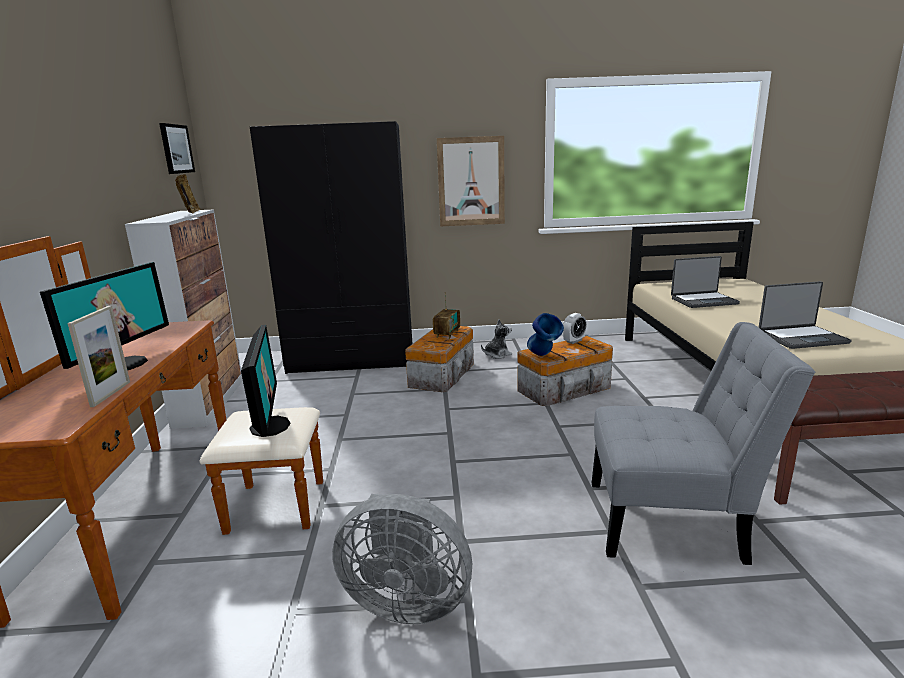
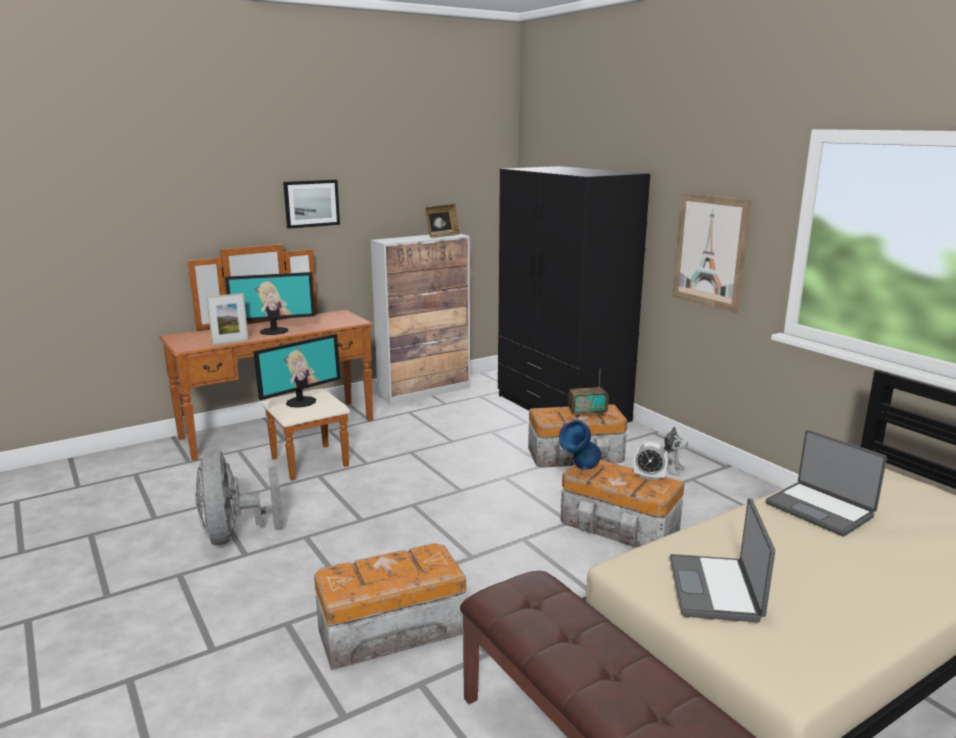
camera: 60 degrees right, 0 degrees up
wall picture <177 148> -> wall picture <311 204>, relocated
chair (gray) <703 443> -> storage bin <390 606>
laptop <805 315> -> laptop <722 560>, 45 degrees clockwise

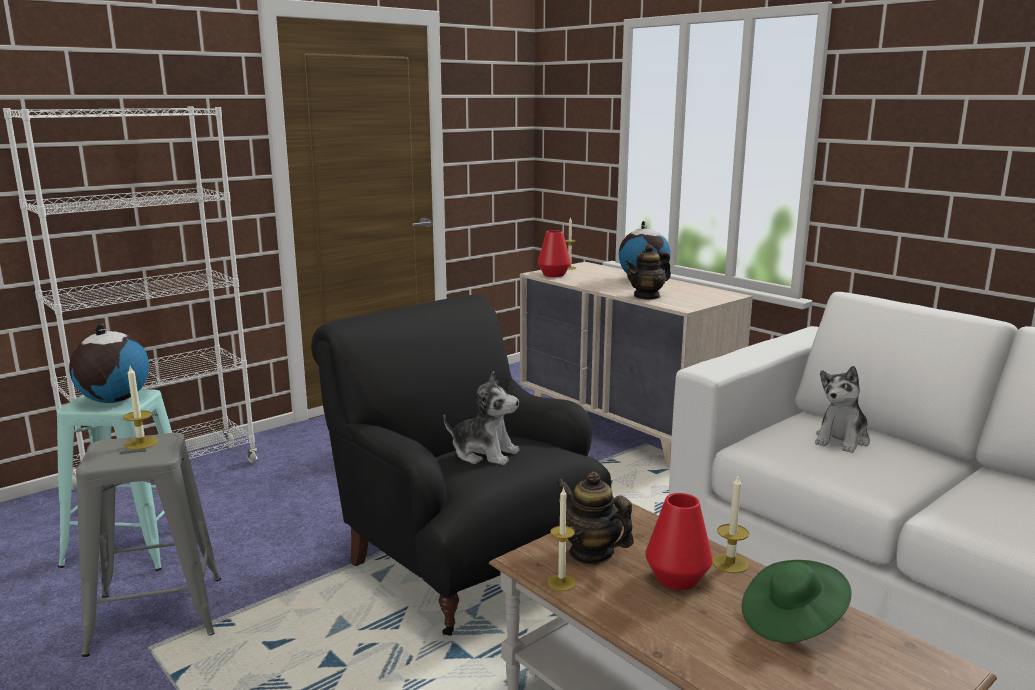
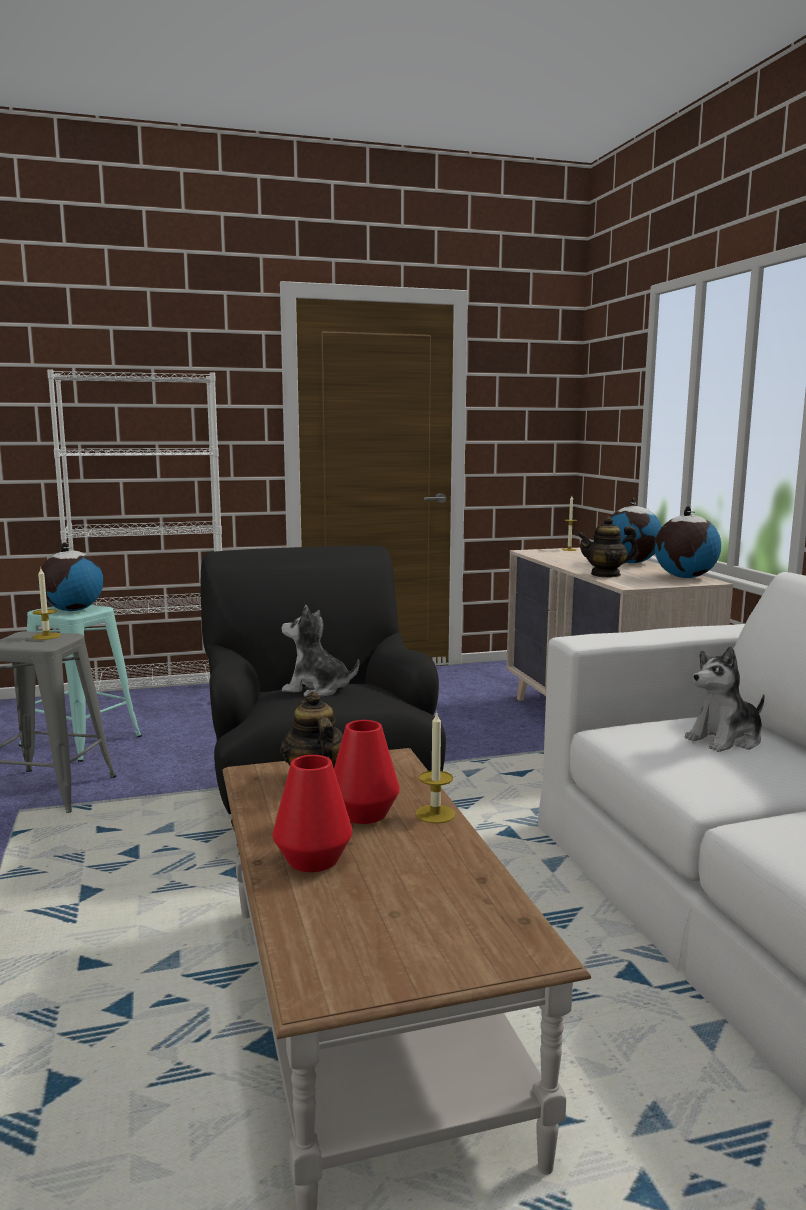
camera: 25 degrees right, 5 degrees down
wax light <562 539> -> none
clothing hat (greenish) <797 601> -> none
none -> world globe <687 542>
vase (reddish) <554 253> -> vase (reddish) <312 813>, relocated
plush toy <482 418> -> plush toy <320 651>, 150 degrees clockwise

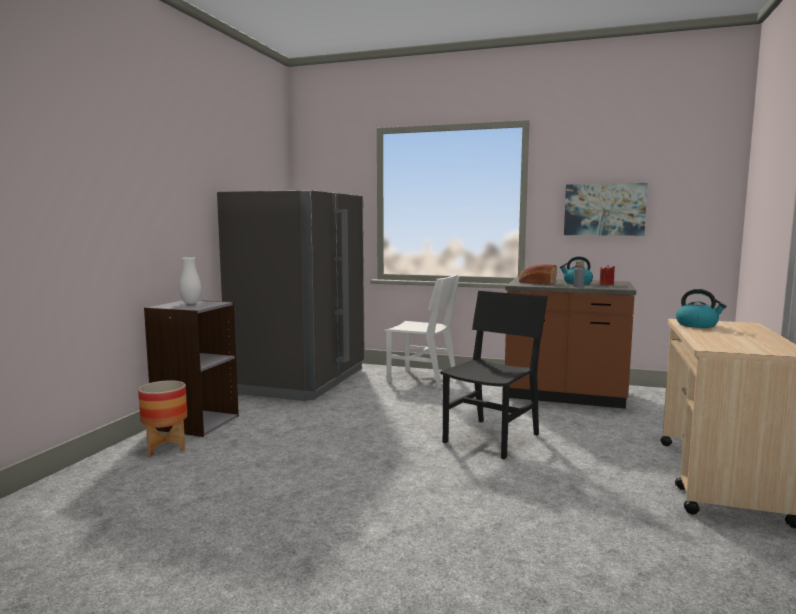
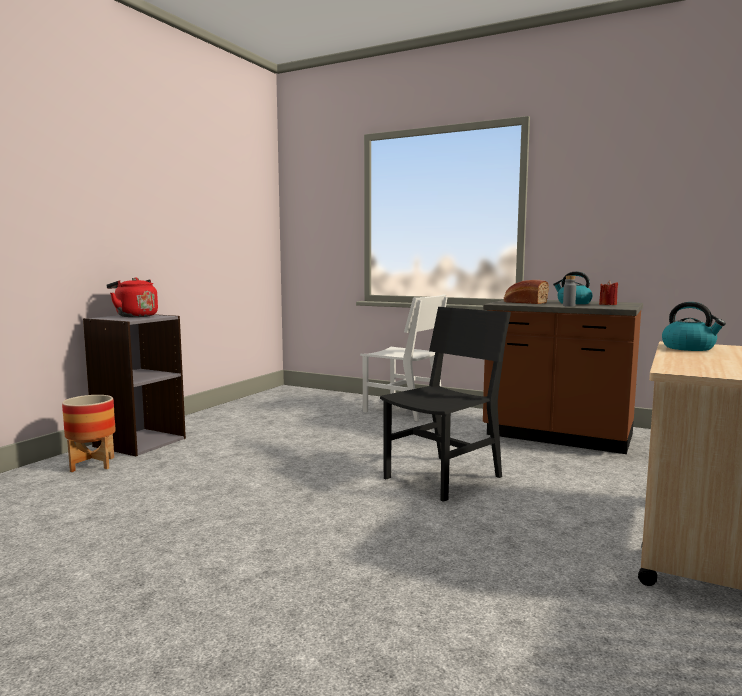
camera: 10 degrees right, 0 degrees up
fridge (gray) <291 295> -> none
wall picture <606 209> -> none
vase (white-coloured) <190 280> -> water kettle (reddish) <132 297>

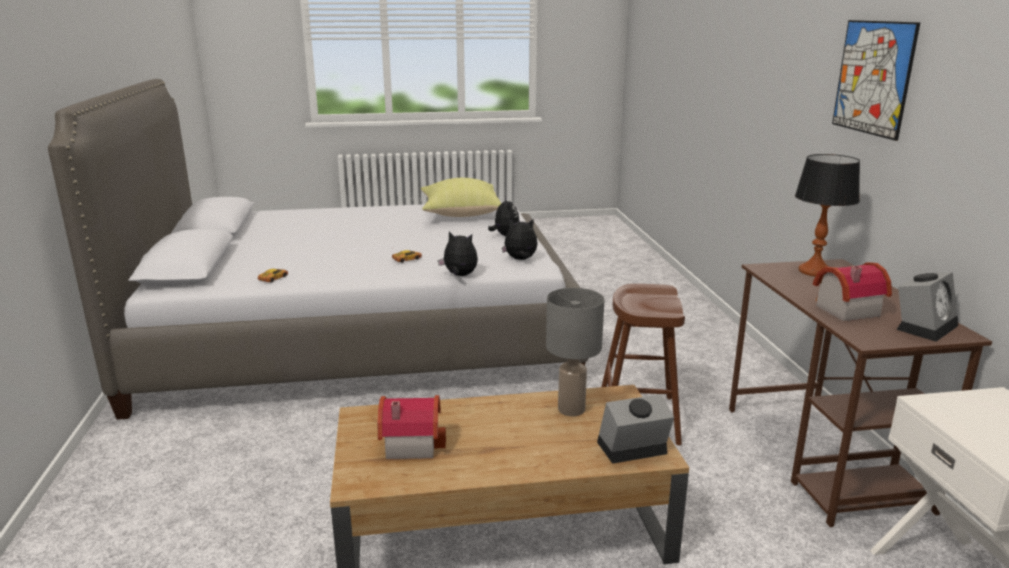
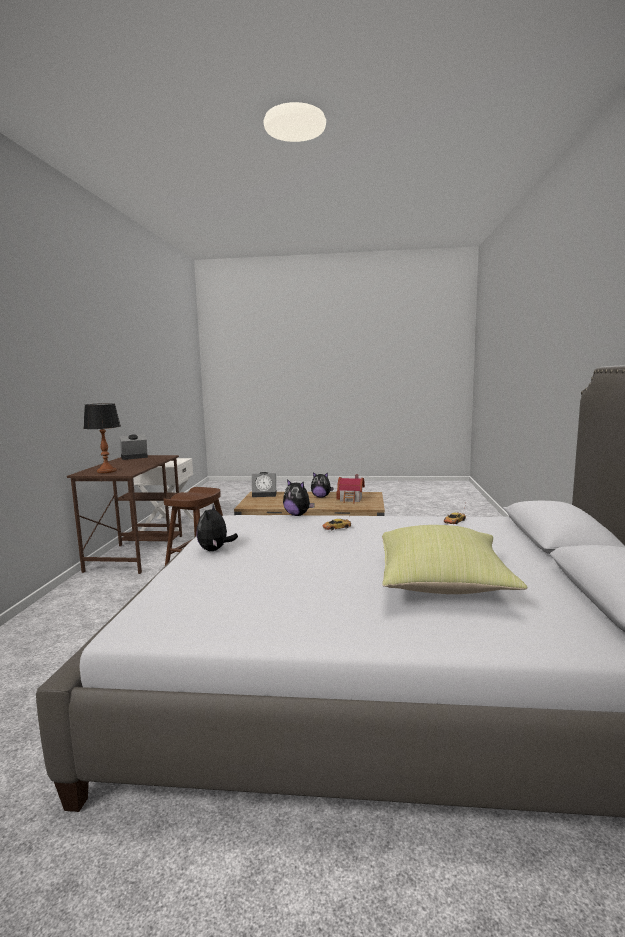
camera: 165 degrees left, 10 degrees down
table lamp (gray) <575 352> -> none
miniature house <852 292> -> none
wall picture <876 80> -> none
pillow (yellow) <461 197> -> pillow (yellow) <455 559>, relocated
plush toy <520 239> -> plush toy <322 484>, relocated

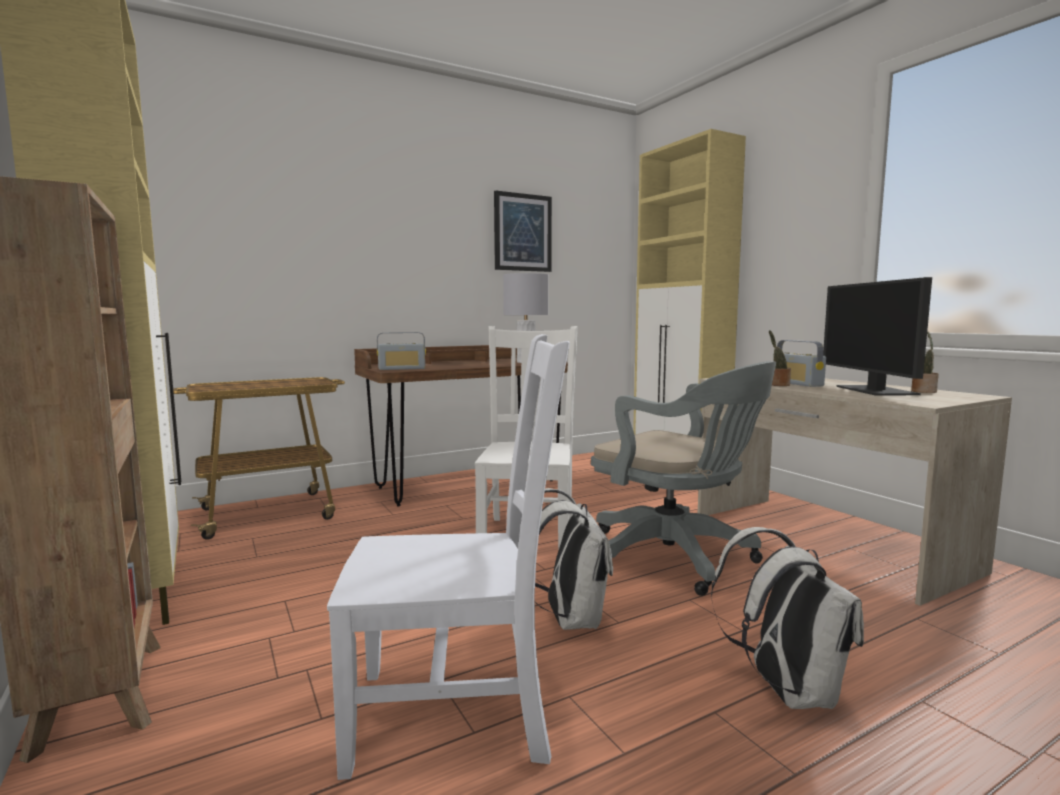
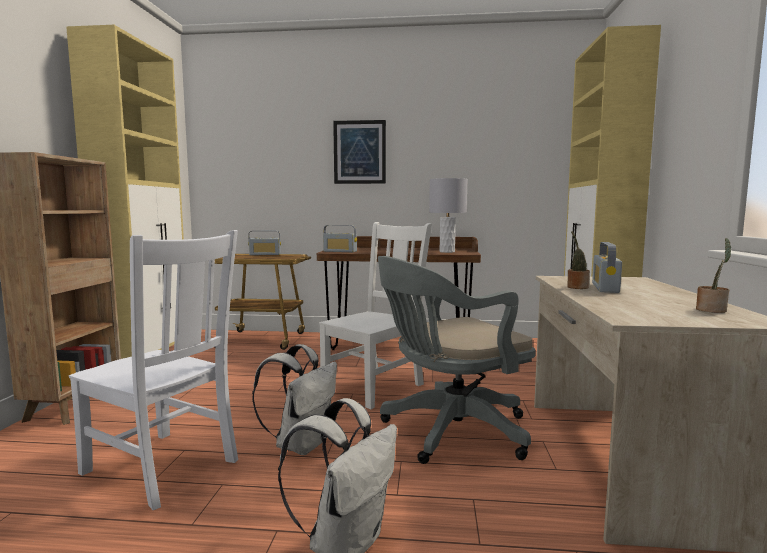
camera: 35 degrees right, 0 degrees up
computer screen <877 336> -> none
none -> radio <264 243>
wall picture <523 231> -> wall picture <359 152>, relocated
desk chair (gray) <683 478> -> desk chair (gray) <456 360>, 75 degrees clockwise

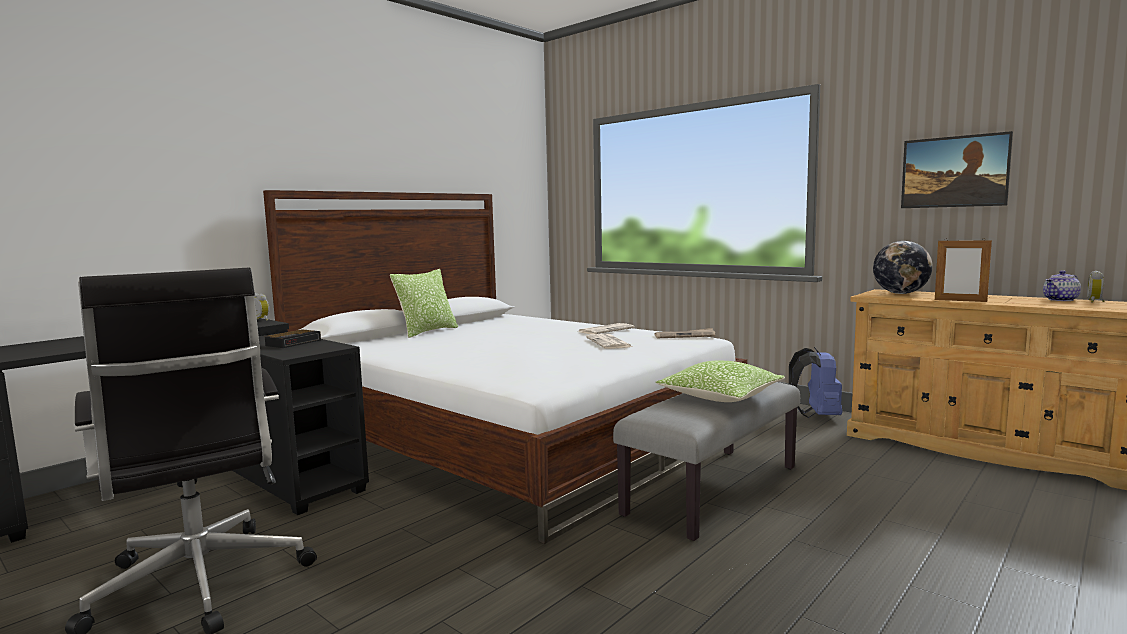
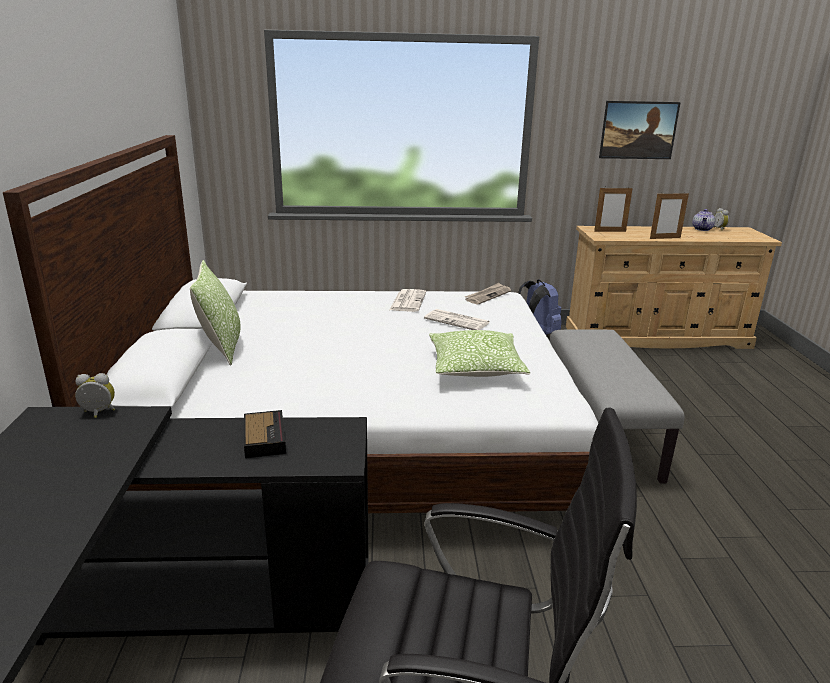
camera: 45 degrees left, 15 degrees up
pillow <720 381> -> pillow <480 353>, relocated
world globe <902 267> -> picture frame <613 209>

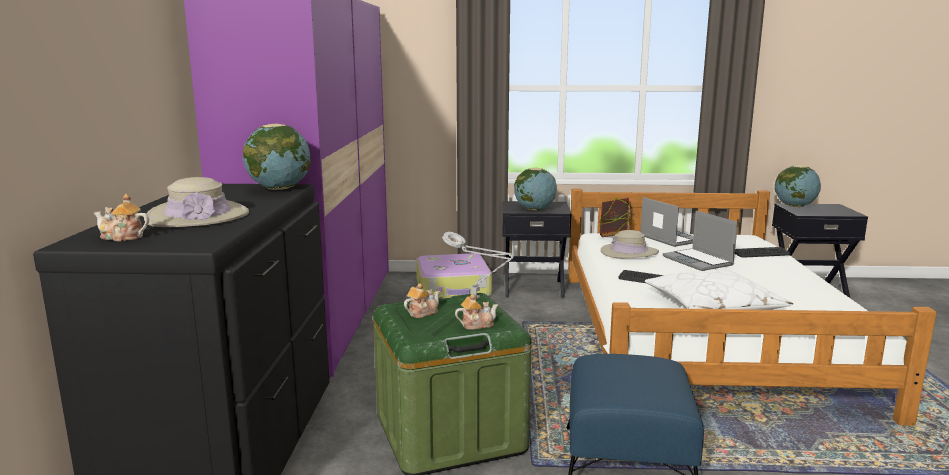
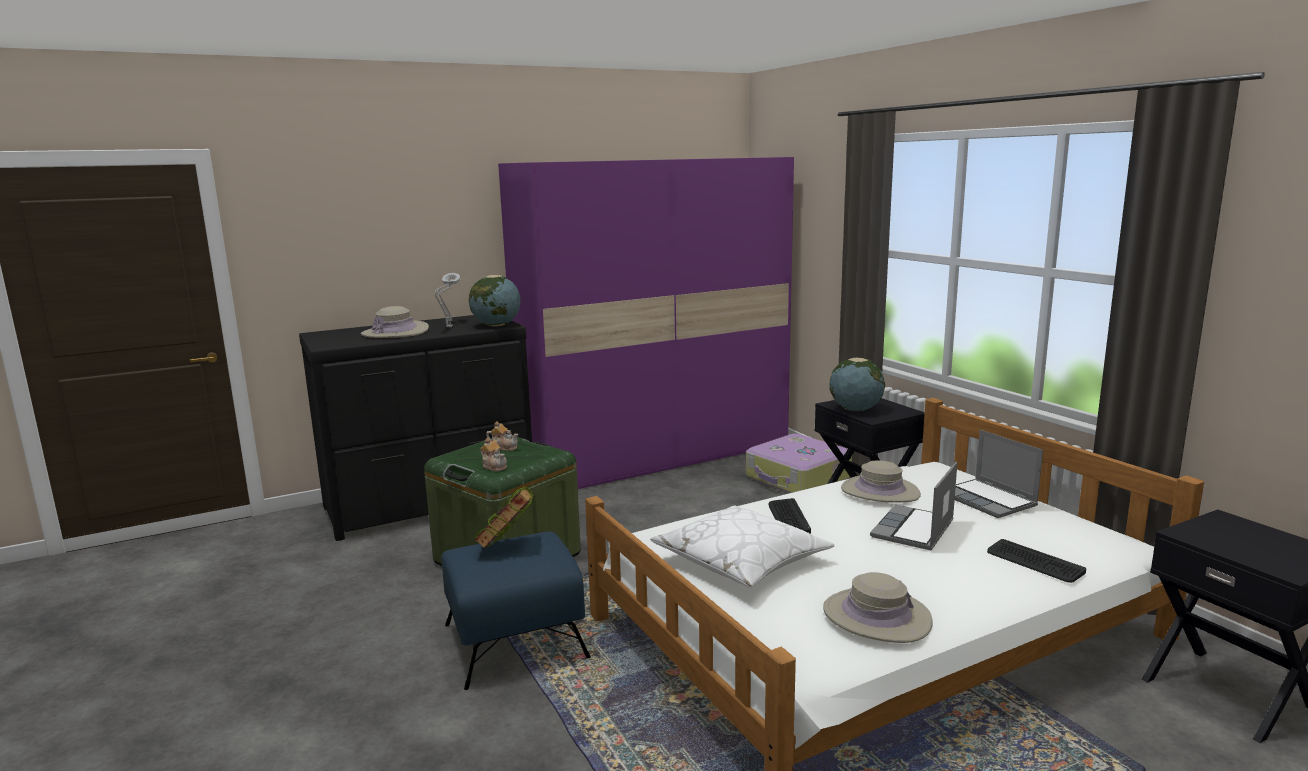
camera: 60 degrees right, 0 degrees up
tea pot <121 217> -> none
world globe <798 186> -> none
none -> clothing hat (sand-coloured) <878 607>
table lamp (gray) <478 265> -> table lamp (gray) <447 300>, relocated
volume <615 217> -> volume <504 518>, relocated
laptop <666 222> -> laptop <999 474>, 120 degrees clockwise

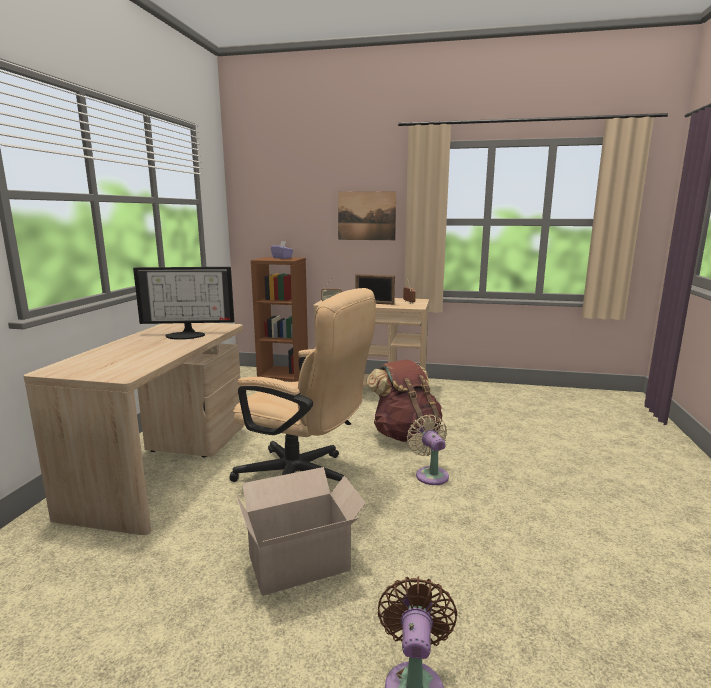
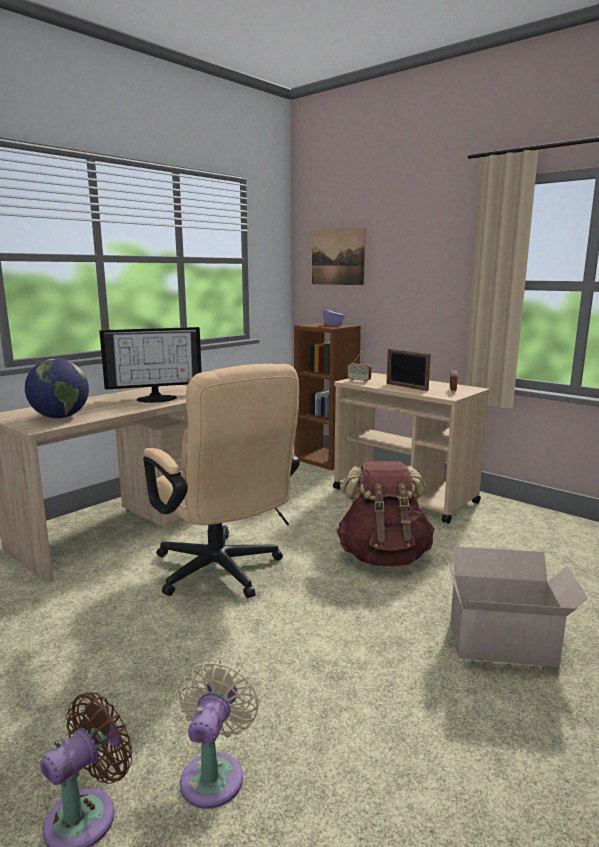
camera: 30 degrees right, 0 degrees up
none -> world globe <57 388>
packing box <301 531> -> packing box <517 606>, relocated
wall picture <367 215> -> wall picture <339 256>, relocated
electric fan (sand-coloured) <428 450> -> electric fan (sand-coloured) <218 735>, relocated
computer screen <183 303> -> computer screen <150 365>, 45 degrees counterclockwise

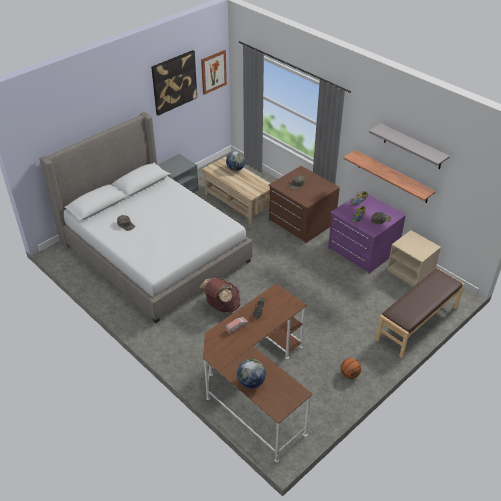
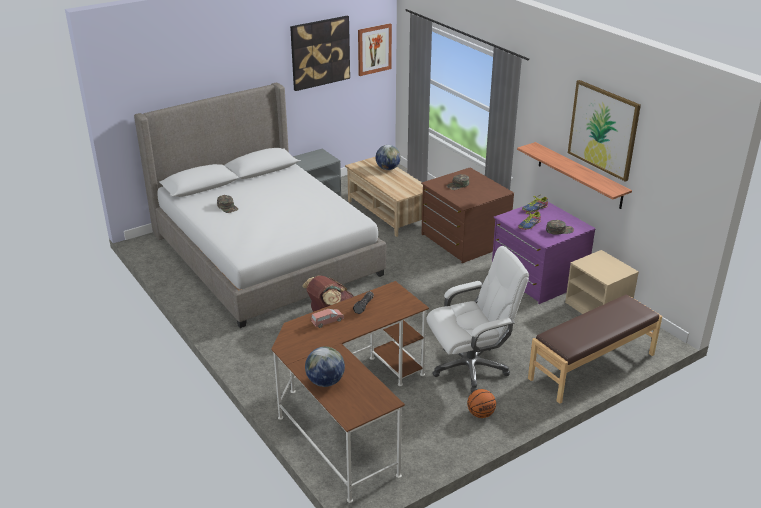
camera: 10 degrees right, 10 degrees down
none -> desk chair (white-coloured) <477 319>
bracket shelf (gray) <409 146> -> wall picture <604 131>

